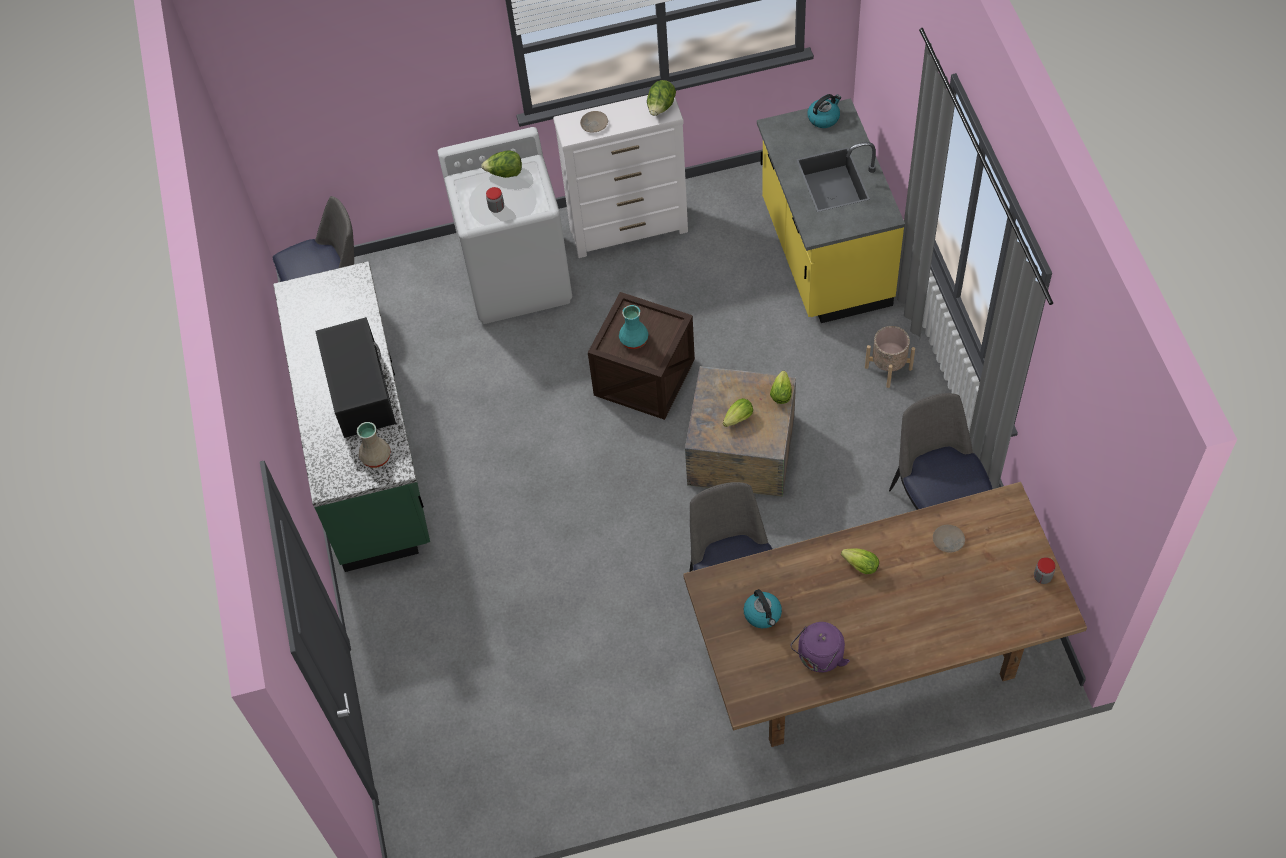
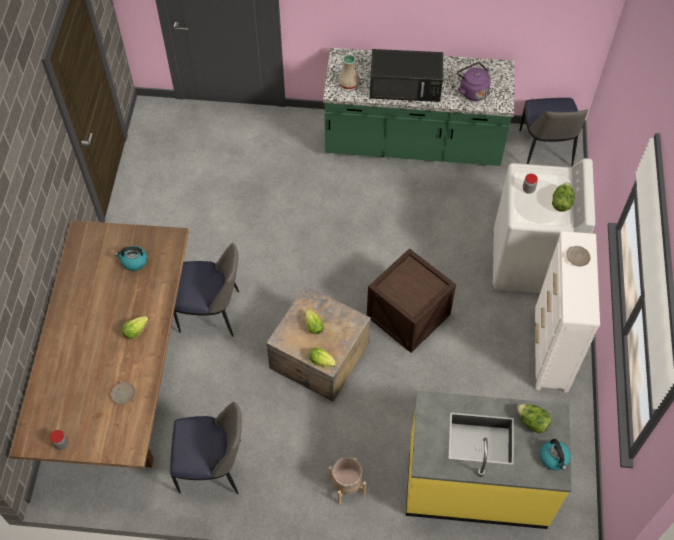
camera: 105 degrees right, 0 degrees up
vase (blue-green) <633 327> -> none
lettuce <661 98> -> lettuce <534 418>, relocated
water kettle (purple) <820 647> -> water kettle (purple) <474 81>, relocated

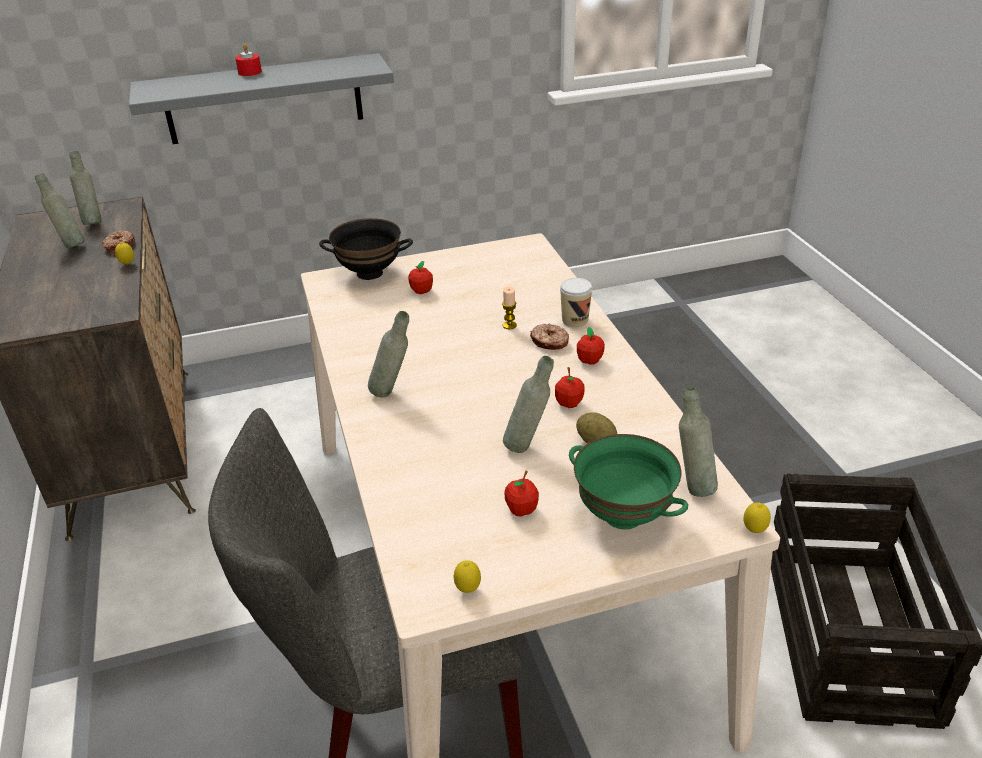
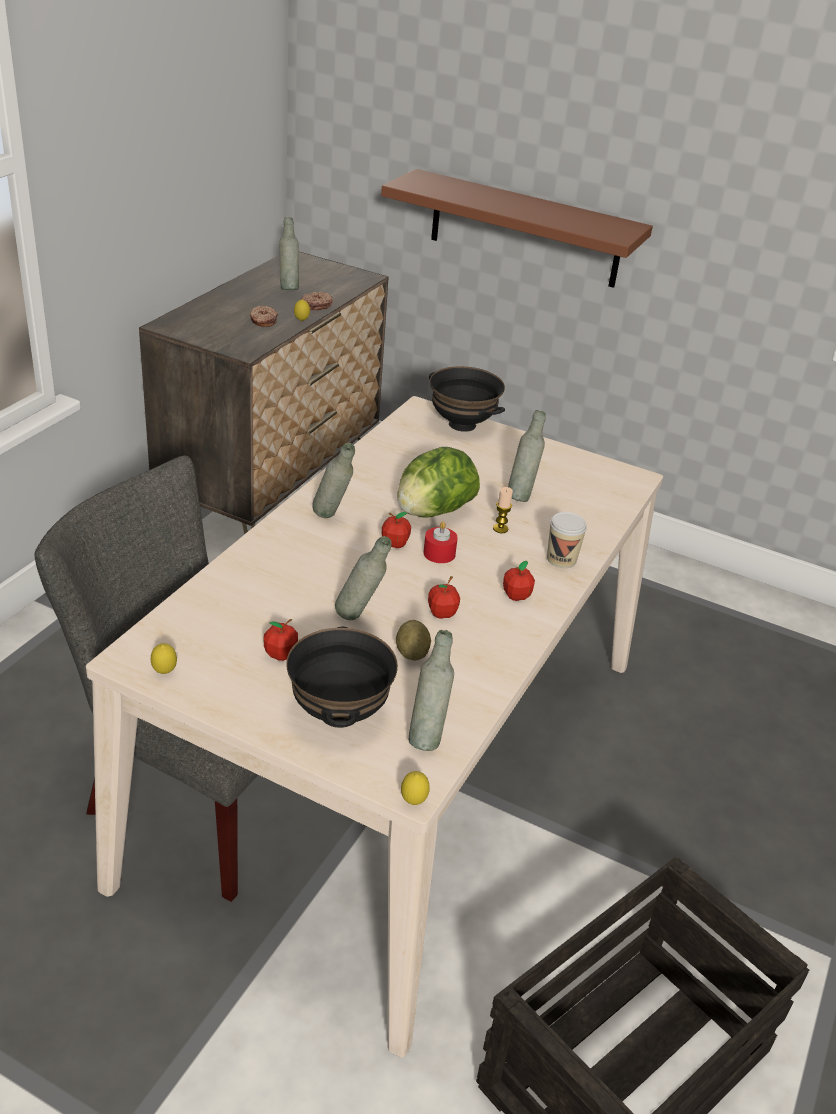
camera: 40 degrees right, 0 degrees up
none -> lettuce <438 482>
beverage bottle (gray) <85 188> -> beverage bottle (gray) <527 456>, relocated
wax light (reddish) <248 60> -> wax light (reddish) <440 542>, relocated
apple fruit <420 277> -> apple fruit <396 530>, relocated
ring doughnut <549 336> -> ring doughnut <264 316>, relocated
bracket shelf (gray) <261 98> -> bracket shelf (brownish) <517 228>
bowl (greenish) <628 482> -> bowl (black) <342 677>

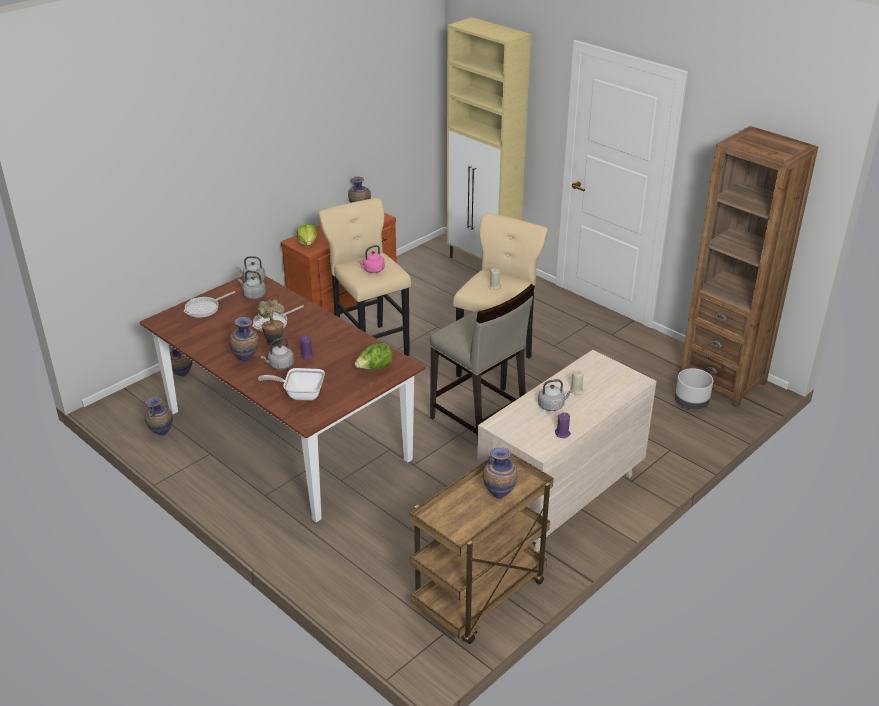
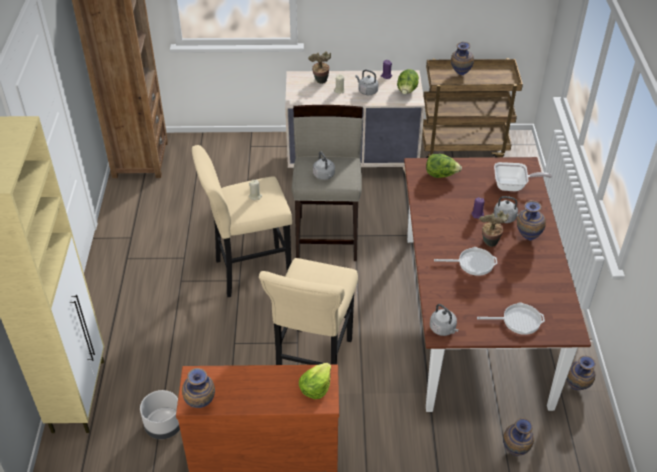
camera: 135 degrees left, 10 degrees up
water kettle (pink-coloured) <371 259> -> none
none -> houseplant <319 67>
none -> lettuce <408 81>
water kettle (gray) <252 284> -> water kettle (gray) <324 166>, relocated
planter (gray) <694 389> -> planter (gray) <160 414>, relocated
skillet <291 384> -> skillet <523 176>, 45 degrees counterclockwise

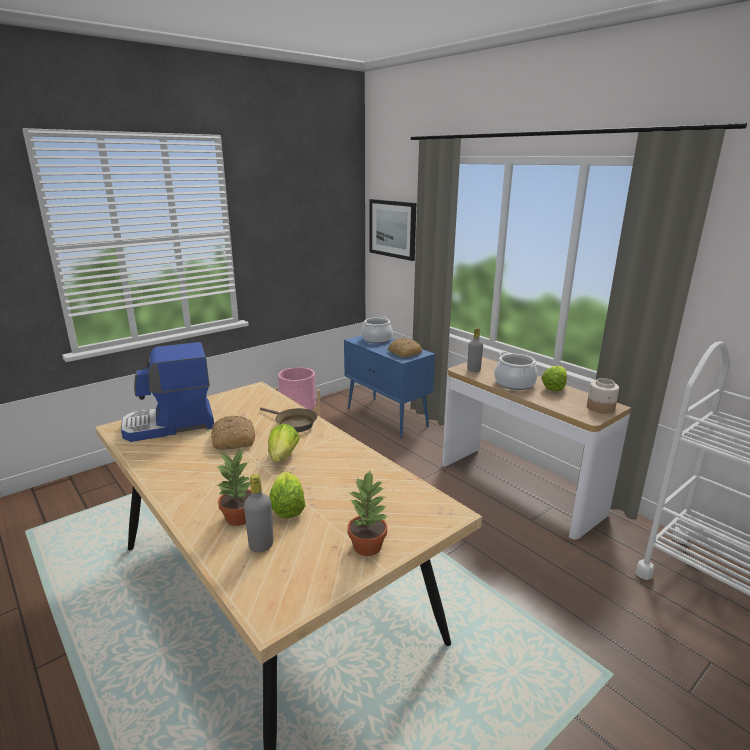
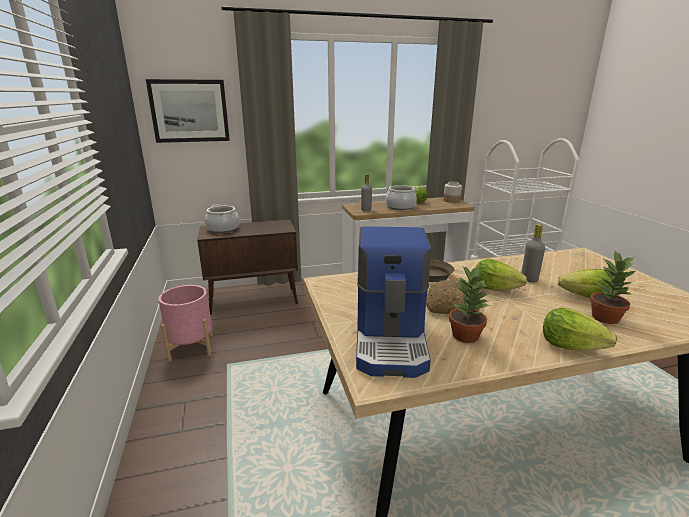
camera: 65 degrees left, 0 degrees up
bakery bread <405 348> -> none
none -> lettuce <580 329>
beverage bottle (gray) <259 513> -> beverage bottle (gray) <533 253>, relocated
houseplant <367 513> -> houseplant <469 304>, relocated
cupboard (blue) <389 386> -> cupboard (brownish) <247 267>

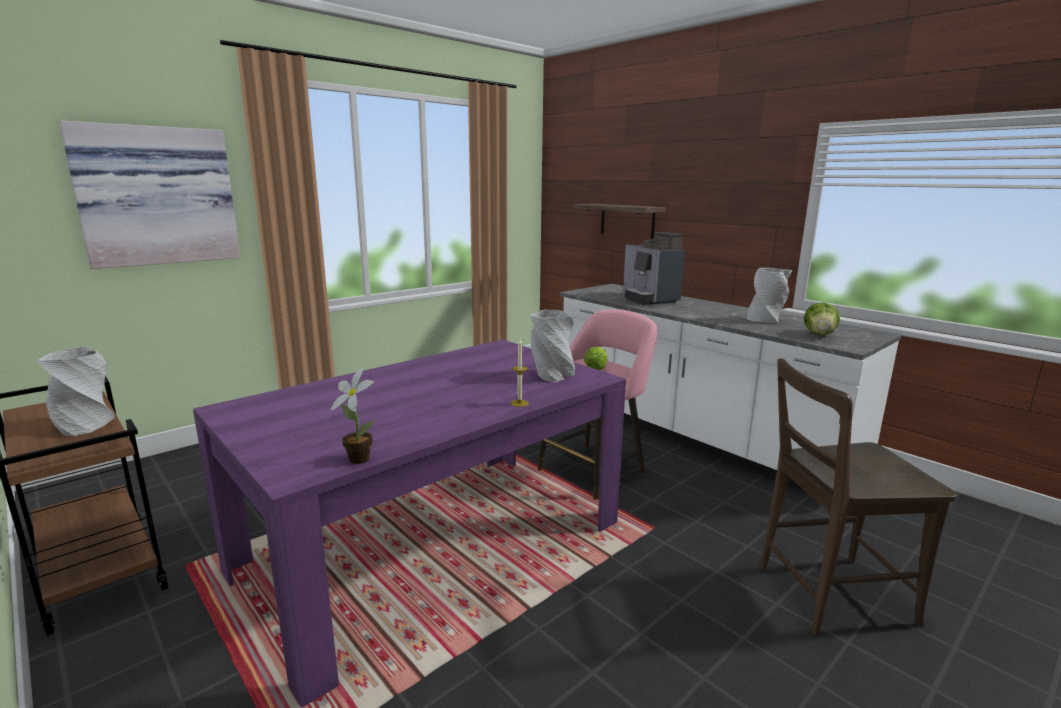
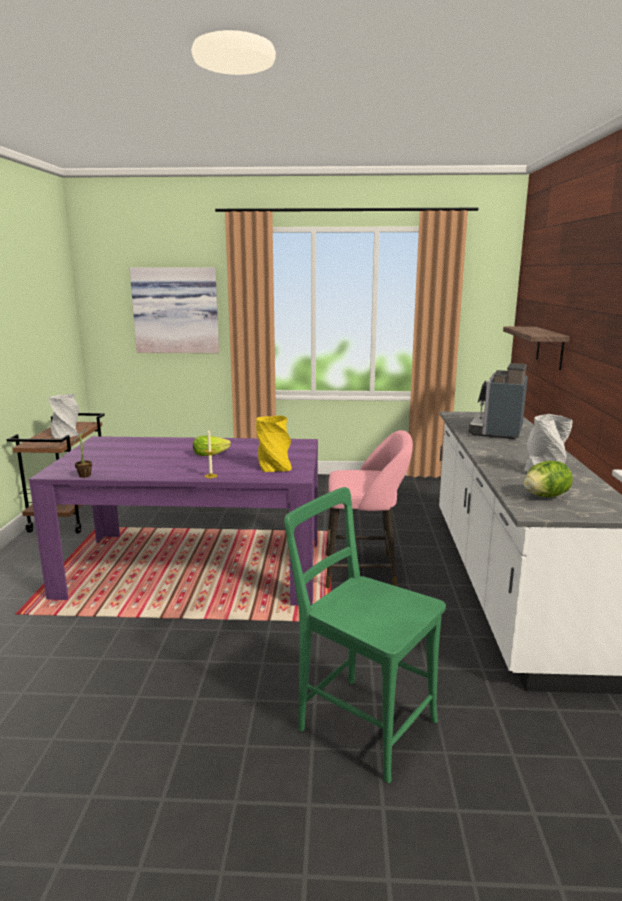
camera: 45 degrees right, 0 degrees up
lettuce <596 358> -> lettuce <212 446>, relocated
vase (gray) <552 345> -> vase (yellow) <274 444>
chair (brownish) <858 497> -> chair (greenish) <365 635>

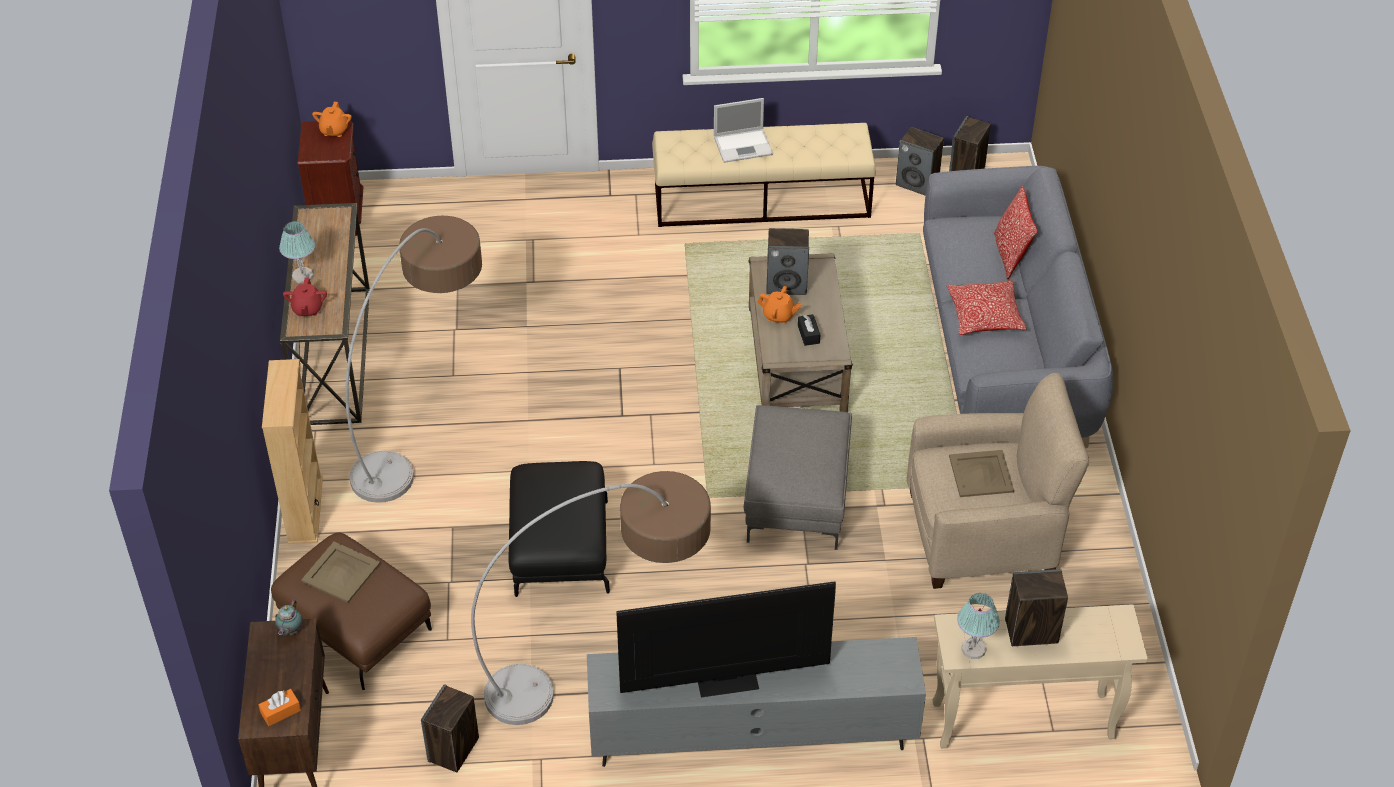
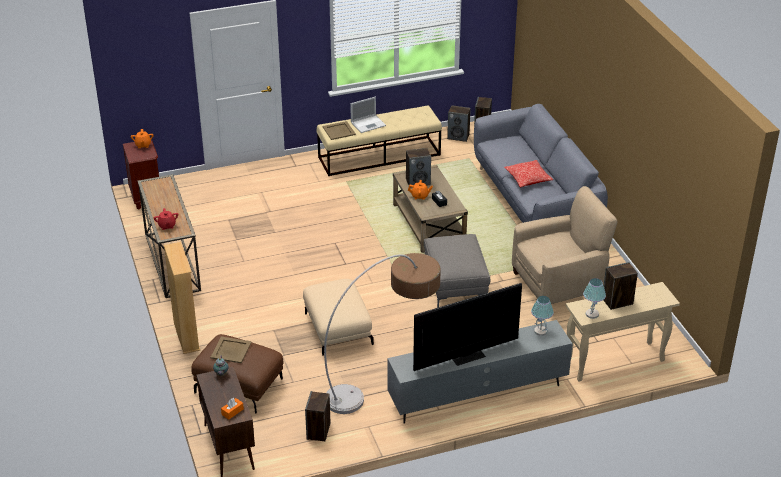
camera: 15 degrees left, 10 degrees down
floor lamp <413 359> -> none
pillow <1016 232> -> none
table lamp <297 252> -> table lamp <542 316>, relocated
serving tray (sand-coloured) <981 473> -> serving tray (sand-coloured) <339 130>, relocated
ottoman (black) <559 529> -> ottoman (sand-coloured) <338 317>

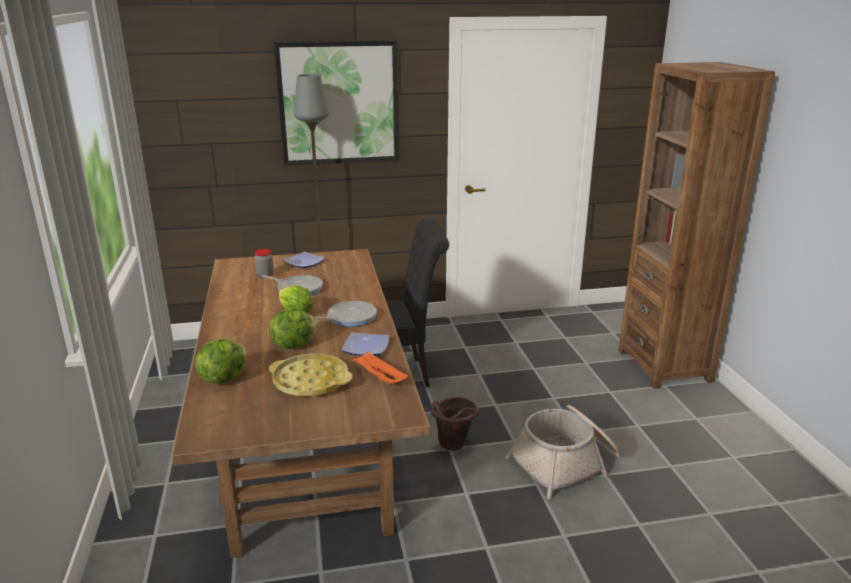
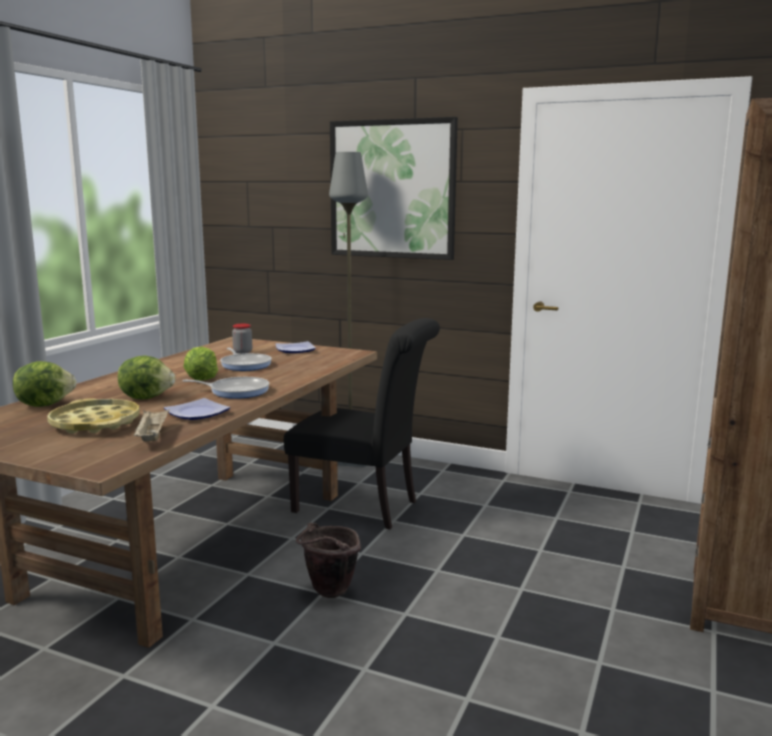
camera: 35 degrees right, 10 degrees down
basket <563 452> -> none
serving tray (orangey) <381 367> -> serving tray (sand-coloured) <152 425>

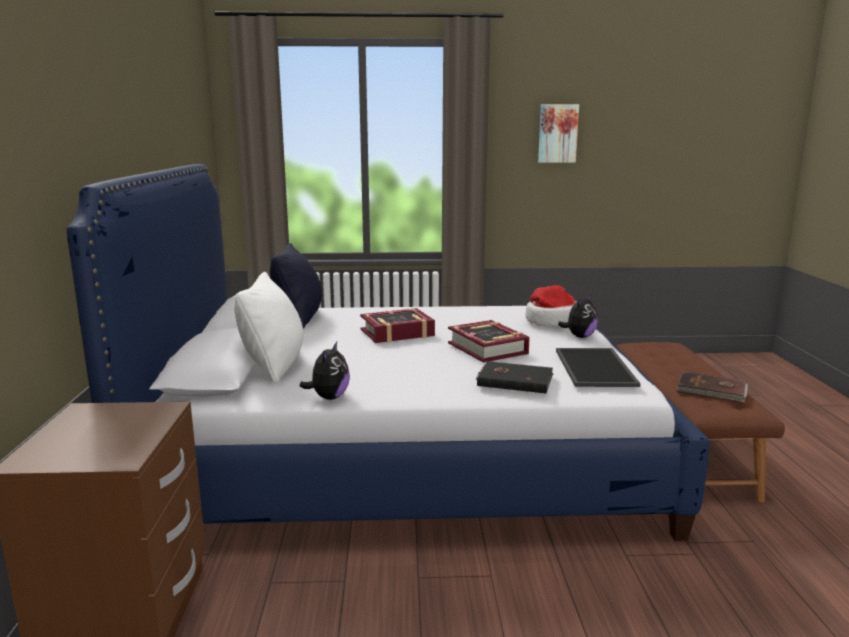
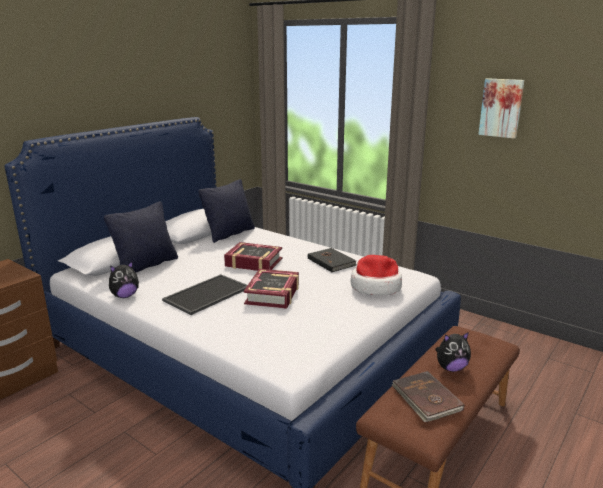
camera: 40 degrees right, 5 degrees up
volume (black) <515 377> -> volume (black) <332 260>, relocated
serving tray <598 367> -> serving tray <204 294>, relocated
plush toy <578 316> -> plush toy <453 352>, relocated
pillow (white-coloured) <269 328> -> pillow (black) <141 237>

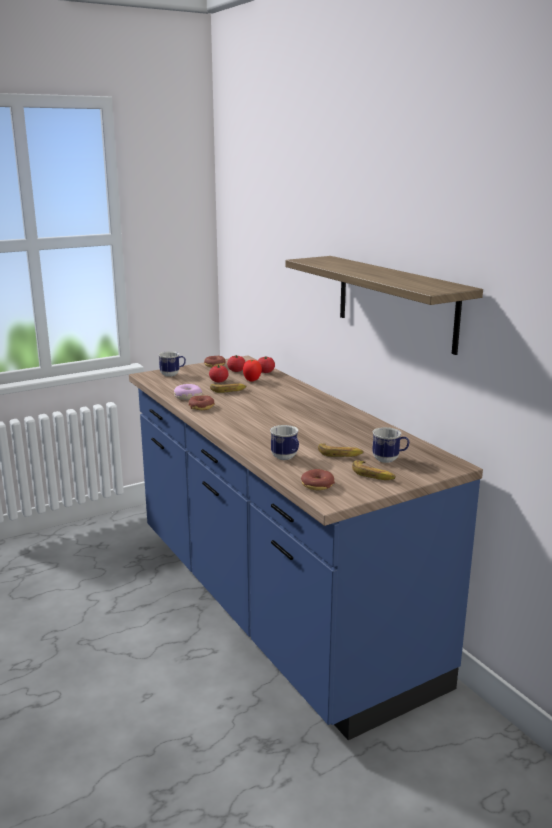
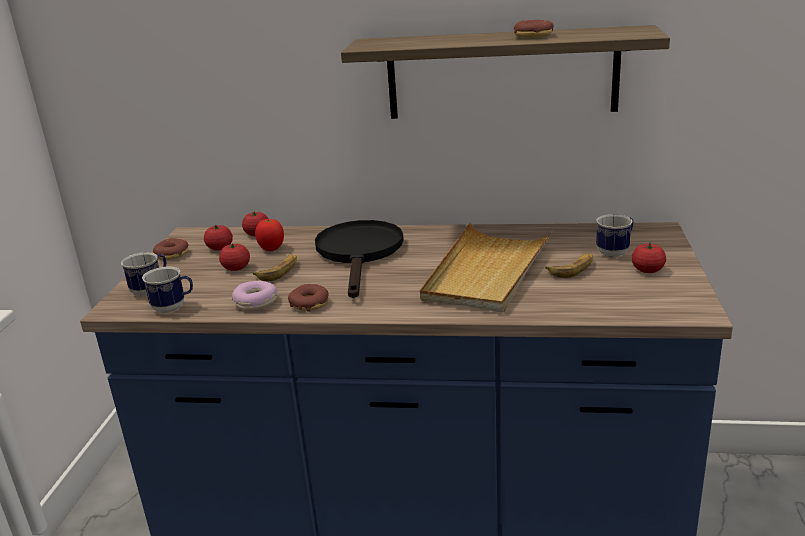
camera: 50 degrees left, 5 degrees up
none -> skillet (black) <359 259>
none -> serving tray (sand-coloured) <486 267>
mug <284 442> -> mug <167 290>, relocated
ring doughnut <318 479> -> ring doughnut <533 29>, relocated
banana <374 470> -> whole tomato <648 257>

